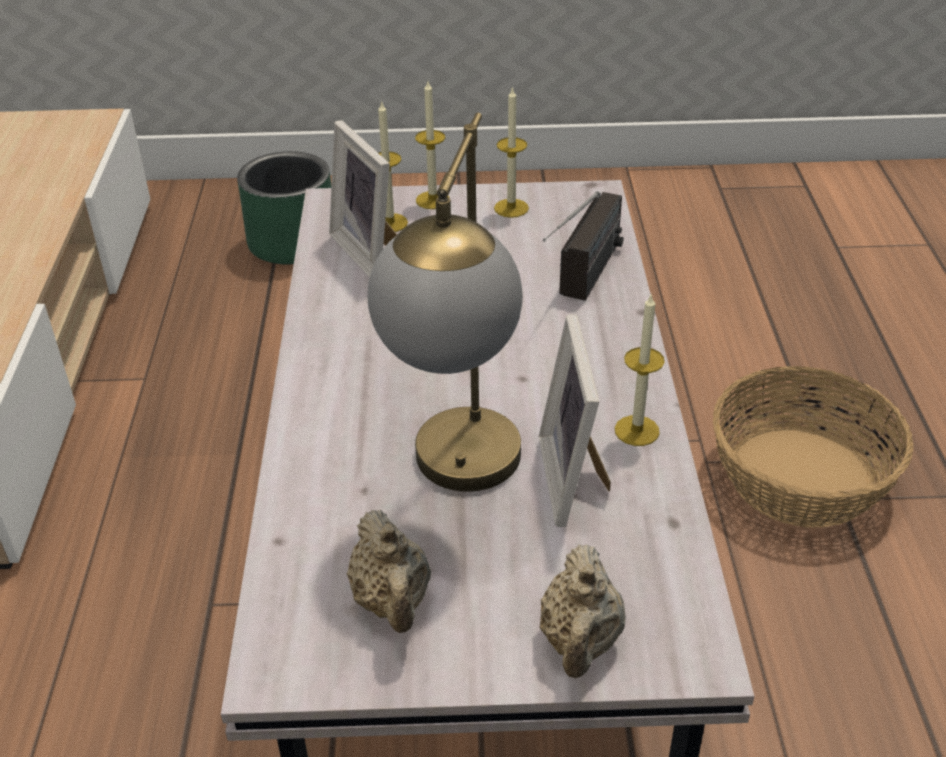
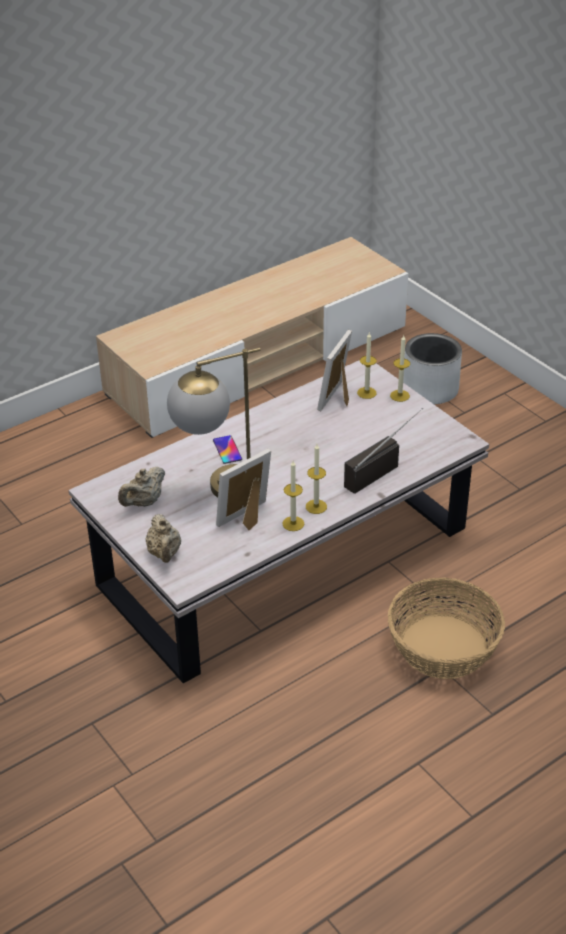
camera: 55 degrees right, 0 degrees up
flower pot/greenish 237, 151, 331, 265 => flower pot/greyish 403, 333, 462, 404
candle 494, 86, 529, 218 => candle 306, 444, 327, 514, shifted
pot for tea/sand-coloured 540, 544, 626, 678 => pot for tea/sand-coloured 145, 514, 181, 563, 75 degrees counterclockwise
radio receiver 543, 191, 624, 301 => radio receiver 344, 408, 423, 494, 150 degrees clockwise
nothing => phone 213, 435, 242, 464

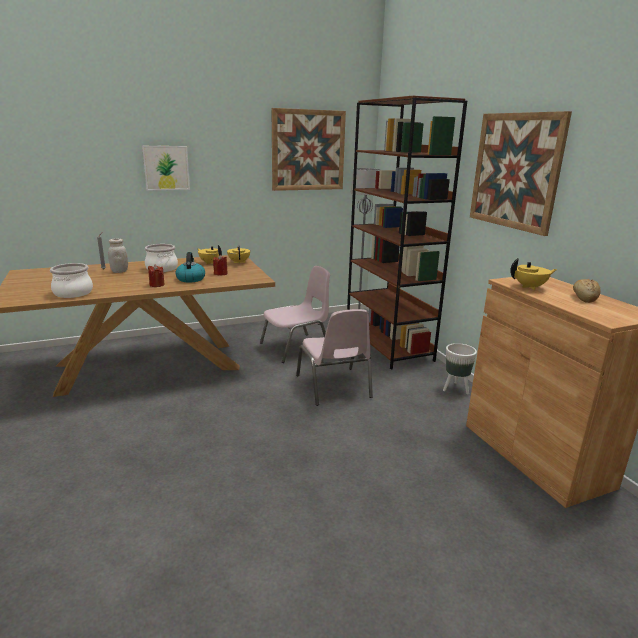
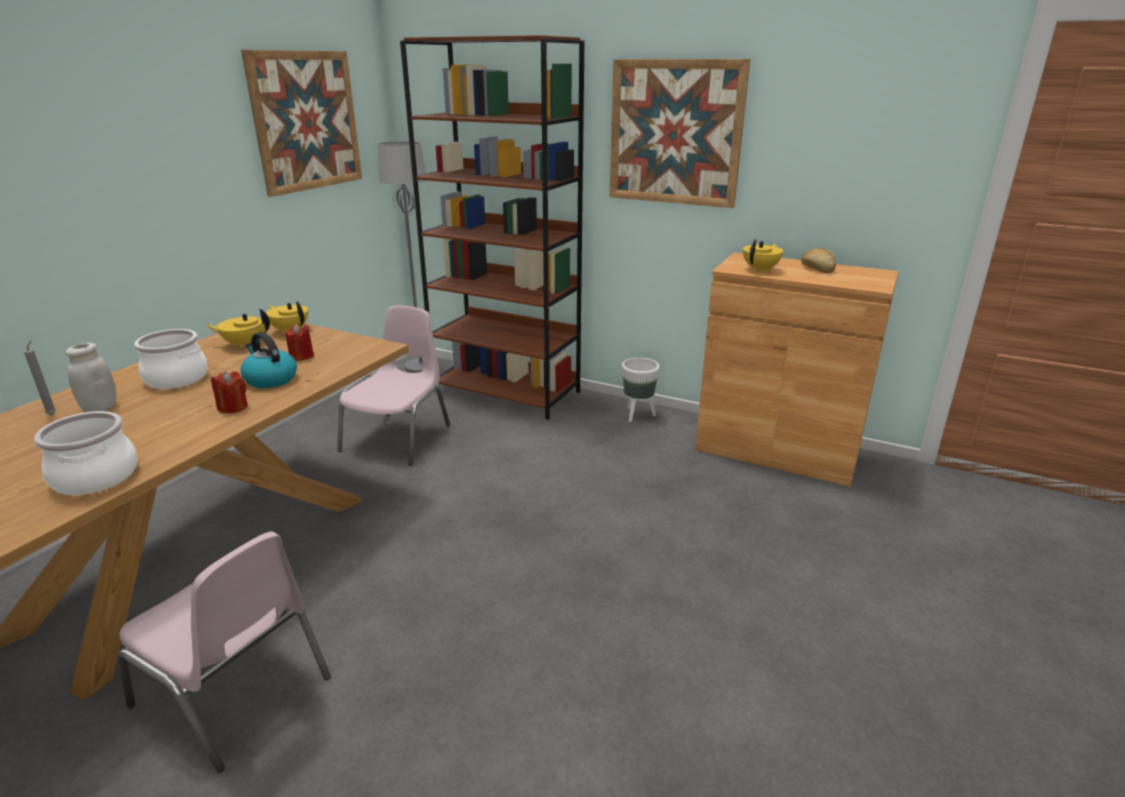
camera: 40 degrees left, 5 degrees up
wall art 142, 146, 190, 191 => nothing
plain chair/pinkish 296, 309, 373, 406 => plain chair/pinkish 117, 531, 331, 773, shifted

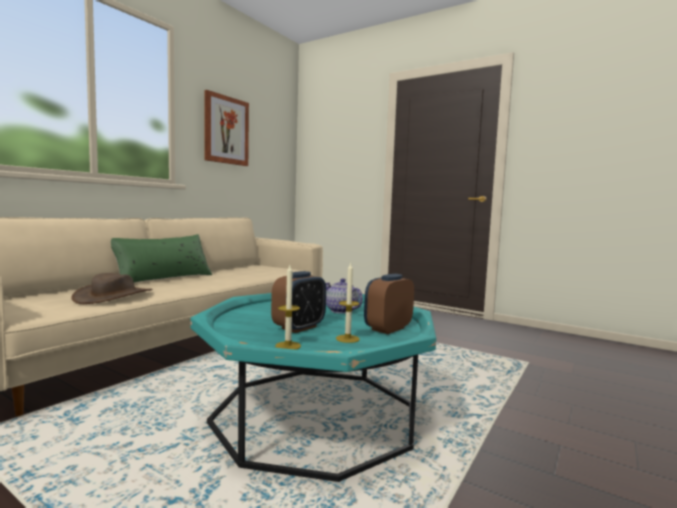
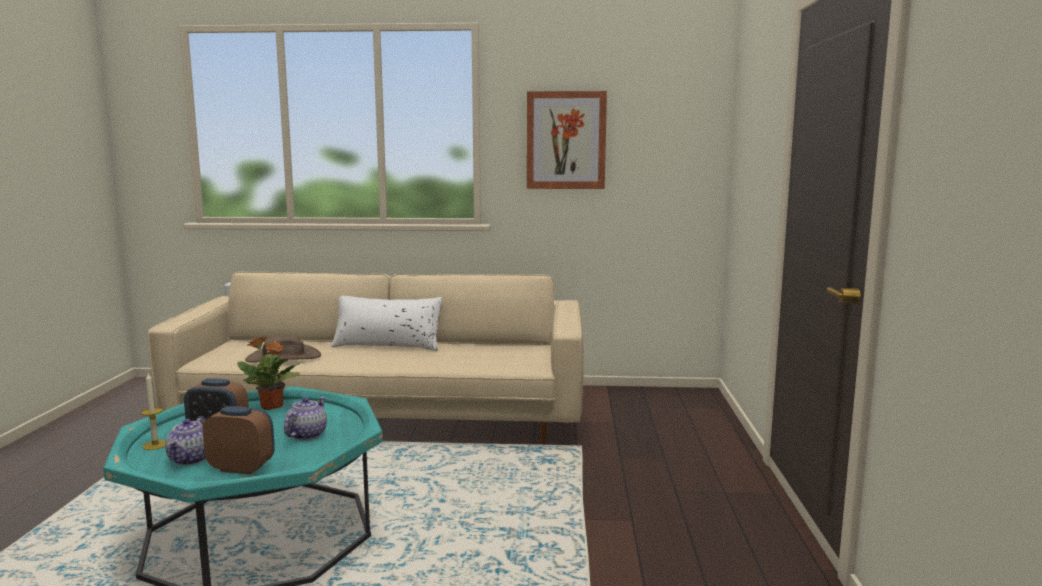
camera: 60 degrees right, 5 degrees up
cushion/greenish 111, 234, 212, 283 => cushion/whitish 331, 296, 442, 351
candle 336, 262, 360, 343 => pot for tea 165, 416, 206, 465
nothing => potted plant 237, 336, 302, 410

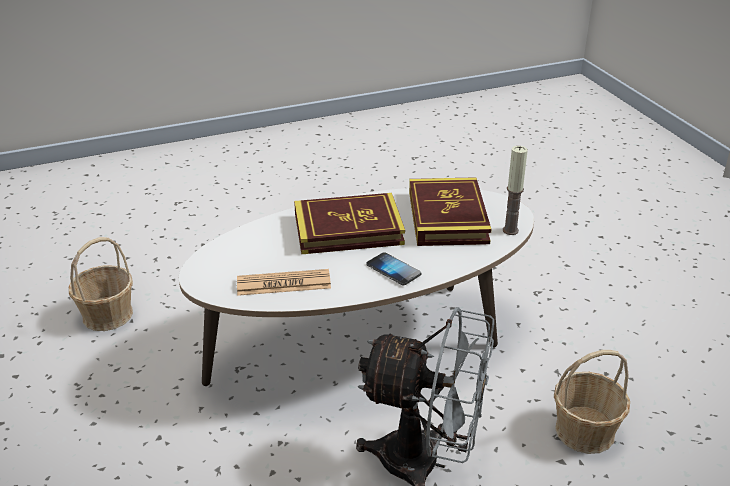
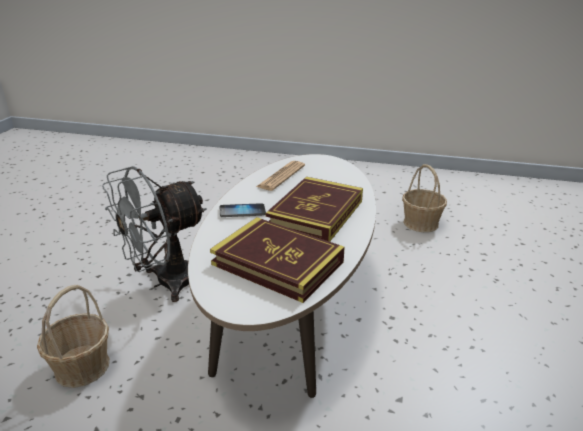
camera: 125 degrees right, 5 degrees down
candle 503, 146, 528, 235 => nothing

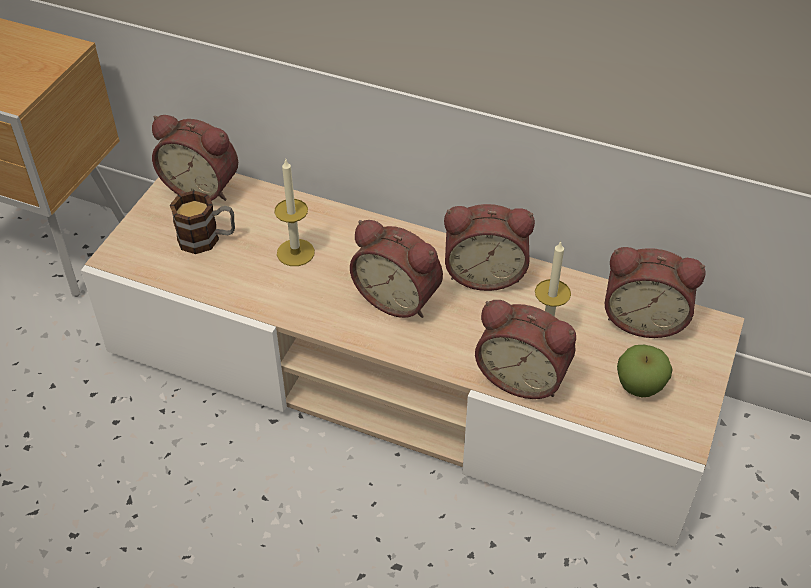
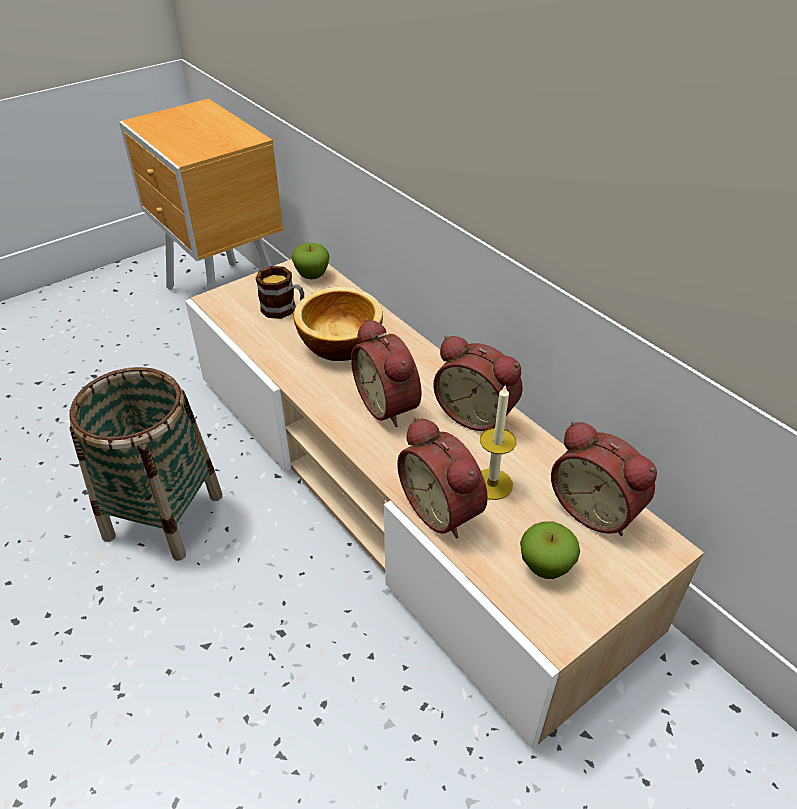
camera: 30 degrees right, 5 degrees down
alarm clock 152, 115, 238, 201 => apple fruit 292, 243, 330, 279
candle 274, 158, 315, 266 => deep dish 294, 287, 383, 361
nothing => household basket 69, 367, 222, 561

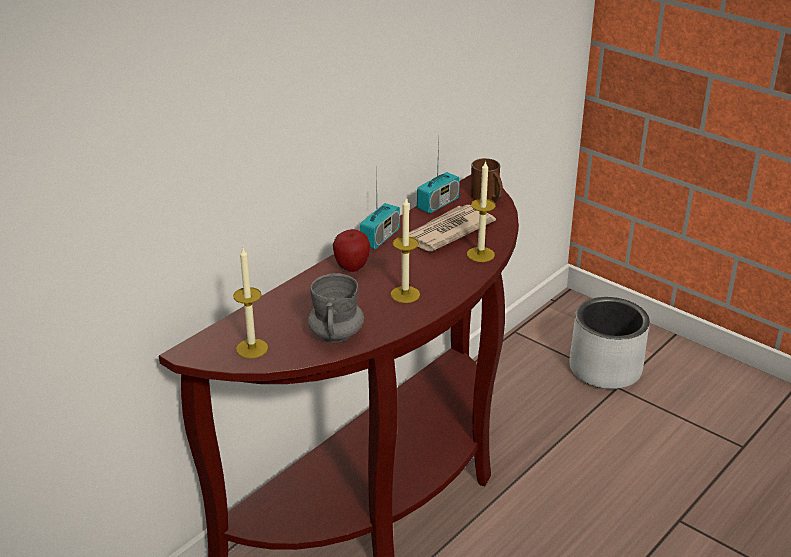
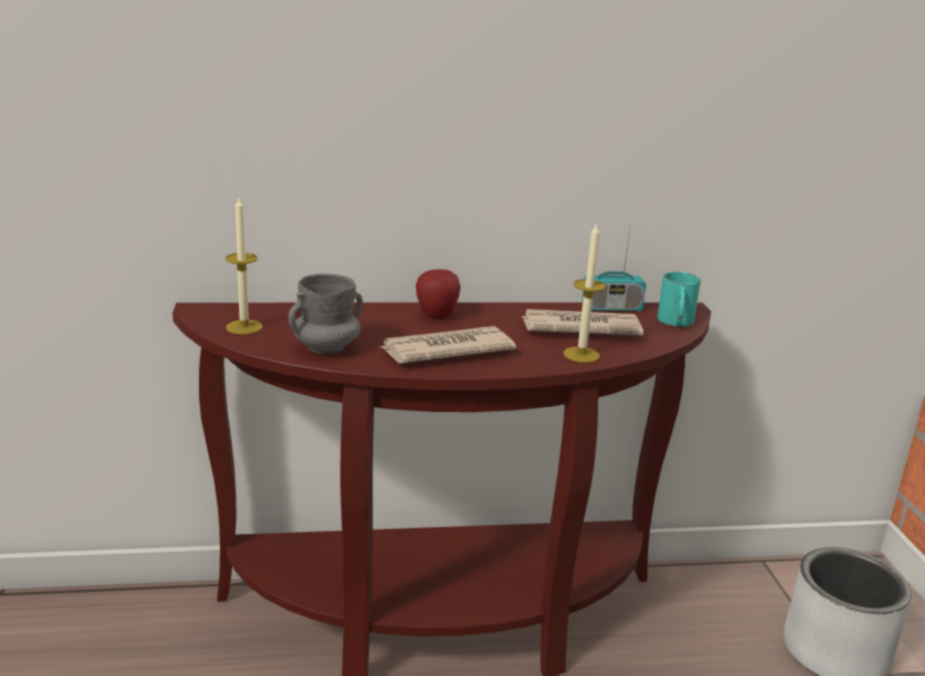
camera: 40 degrees right, 10 degrees down
radio receiver 360, 166, 400, 249 => nothing
candle 391, 198, 420, 303 => daily paper 380, 326, 516, 363
mug/brownish 470, 158, 503, 201 => mug/blue-green 657, 272, 701, 326

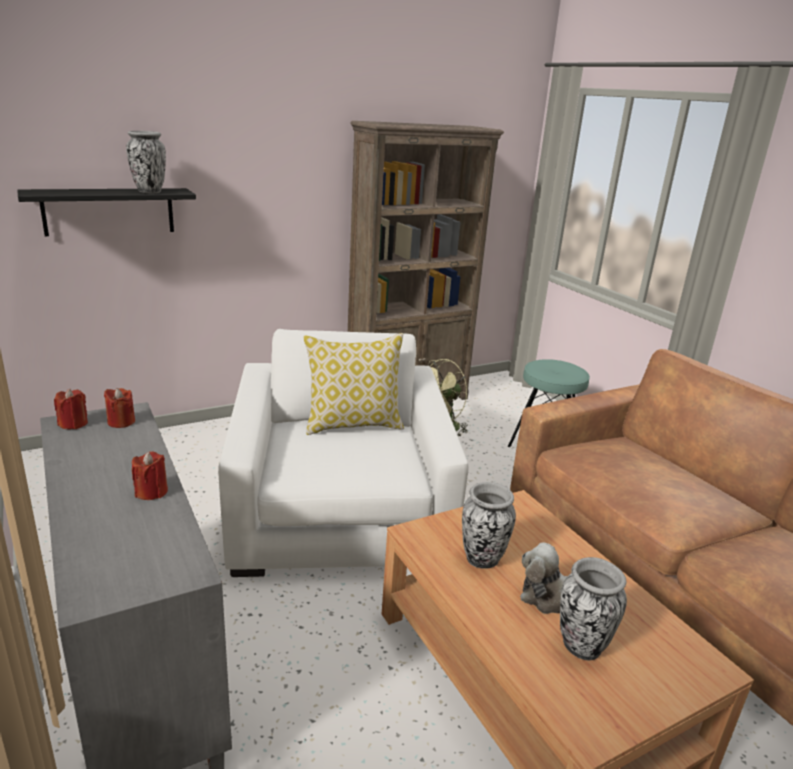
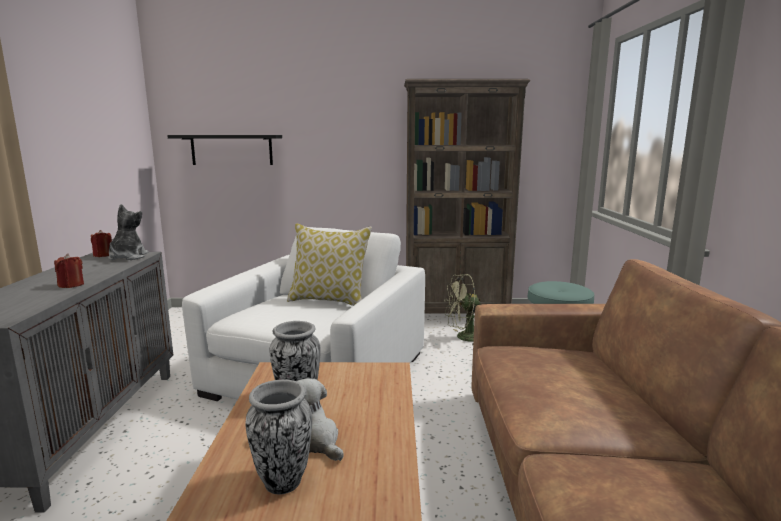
camera: 30 degrees right, 10 degrees down
candle/red-coloured 104, 388, 135, 428 => cuddly toy 108, 204, 148, 260
decorative vase 126, 131, 166, 193 => nothing

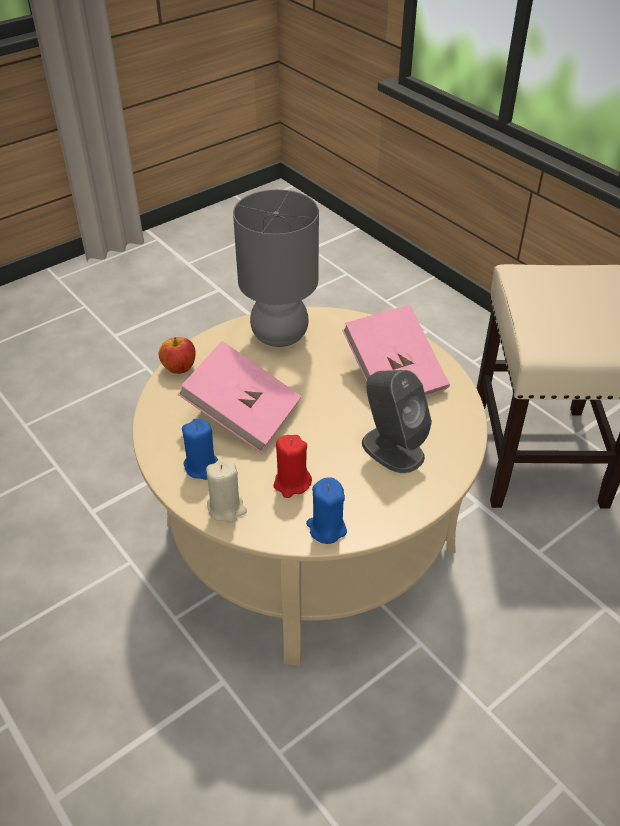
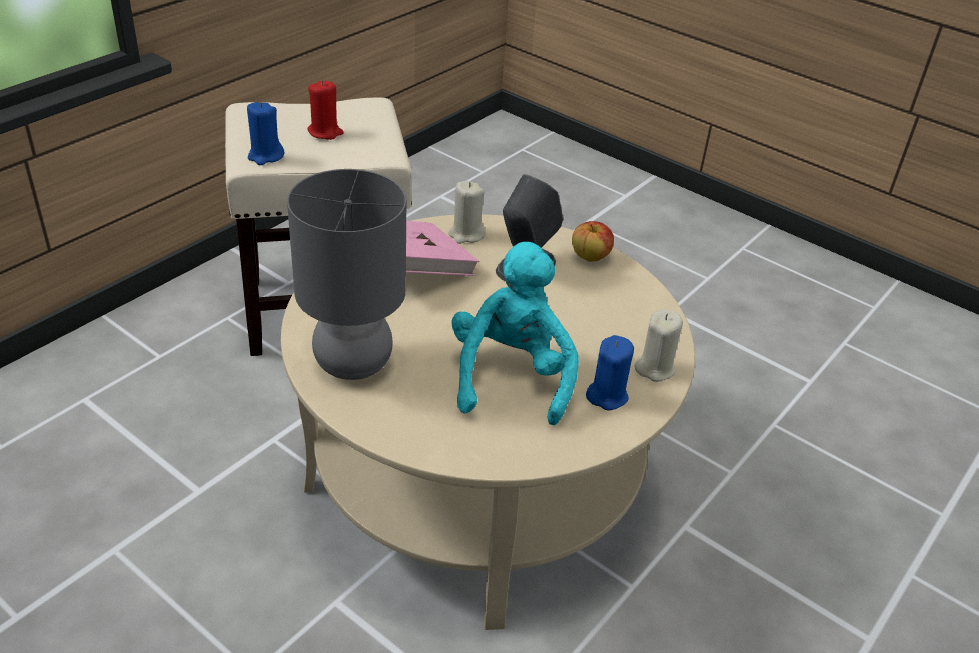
camera: 105 degrees left, 5 degrees down
apple fruit 159, 337, 196, 374 => apple fruit 572, 221, 614, 262, shifted
book/pinkish 178, 341, 301, 453 => cuddly toy/blue-green 451, 242, 579, 425
candle/red-coloured 274, 435, 312, 498 => candle/red-coloured 308, 80, 344, 140, shifted
candle/blue-coloured 306, 477, 347, 544 => candle/blue-coloured 247, 102, 284, 165, shifted
nothing => candle/sand-coloured 448, 181, 486, 244

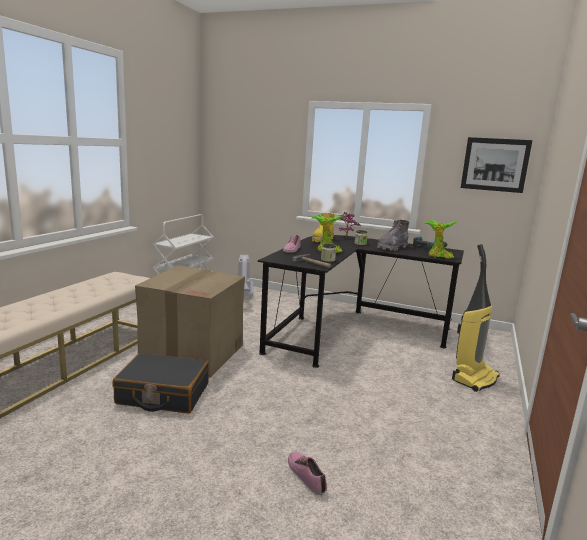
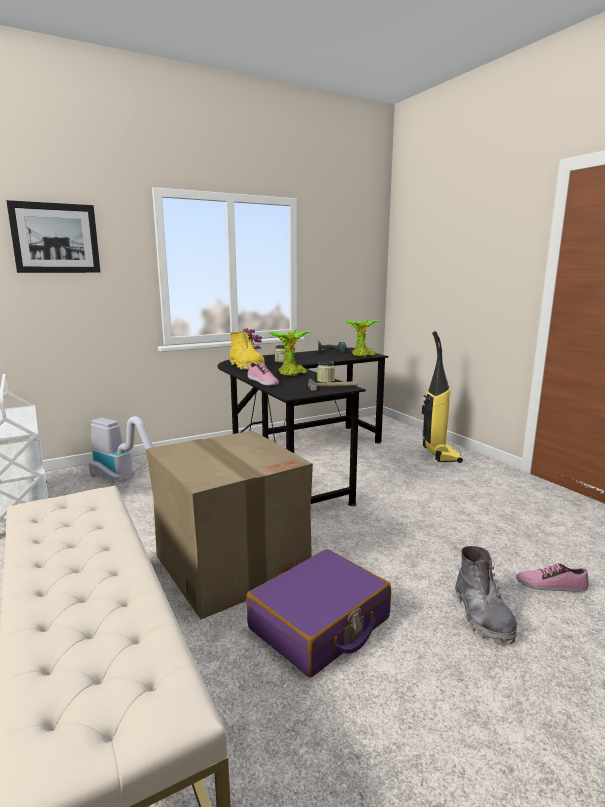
camera: 50 degrees left, 0 degrees up
suitcase/black-coloured 112, 353, 209, 413 => suitcase/purple 246, 549, 391, 677
high-top boot/greyish 377, 220, 409, 251 => high-top boot/greyish 455, 546, 517, 644, shifted
wall art 461, 137, 532, 193 => wall art 6, 200, 101, 273, shifted

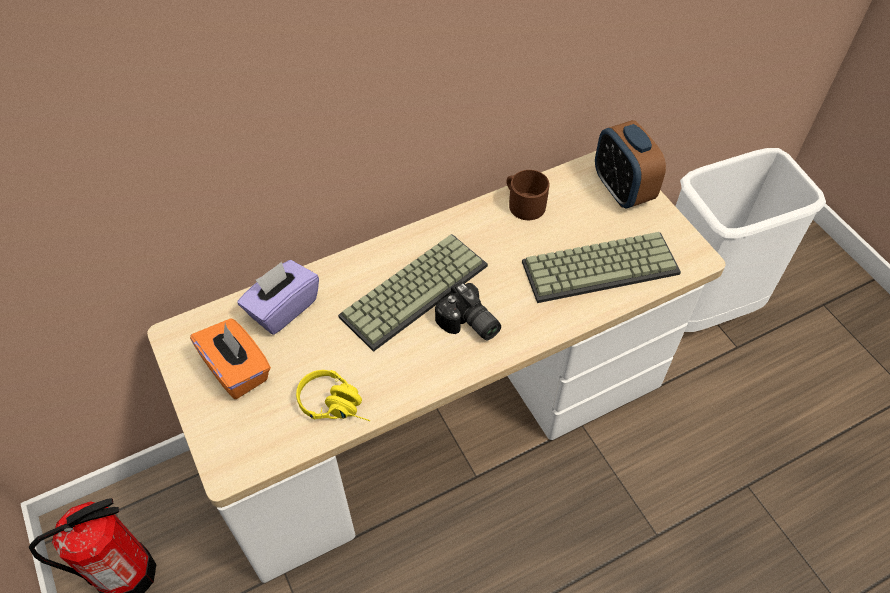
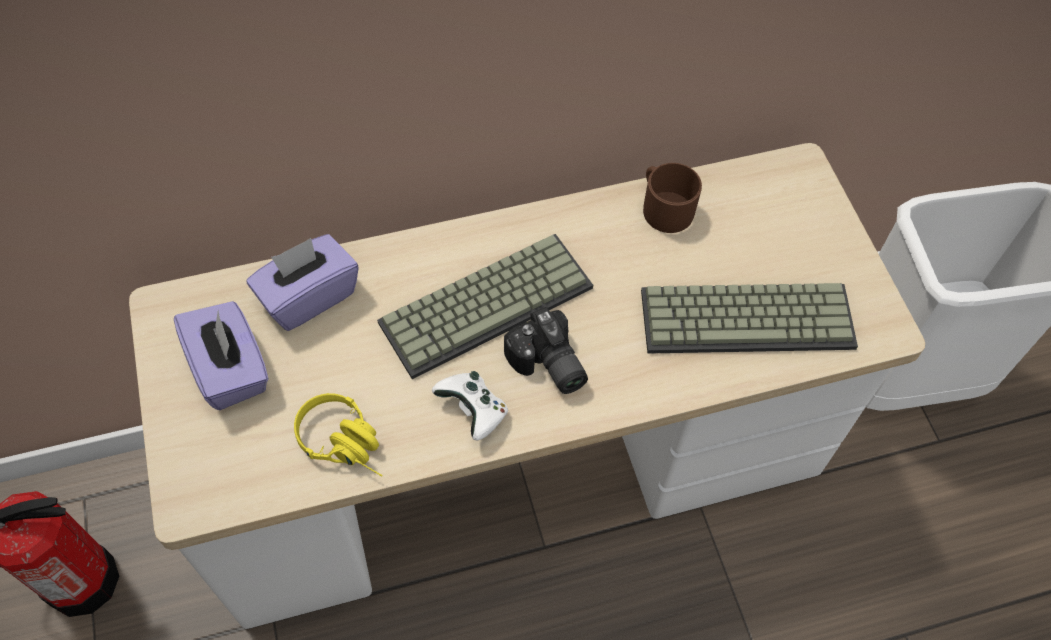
camera: 10 degrees right, 5 degrees up
tissue holder/orangey 190, 318, 271, 399 => tissue holder/purple 174, 301, 269, 410
alarm clock 595, 120, 666, 209 => nothing
nothing => game controller/whitish 432, 371, 508, 440

